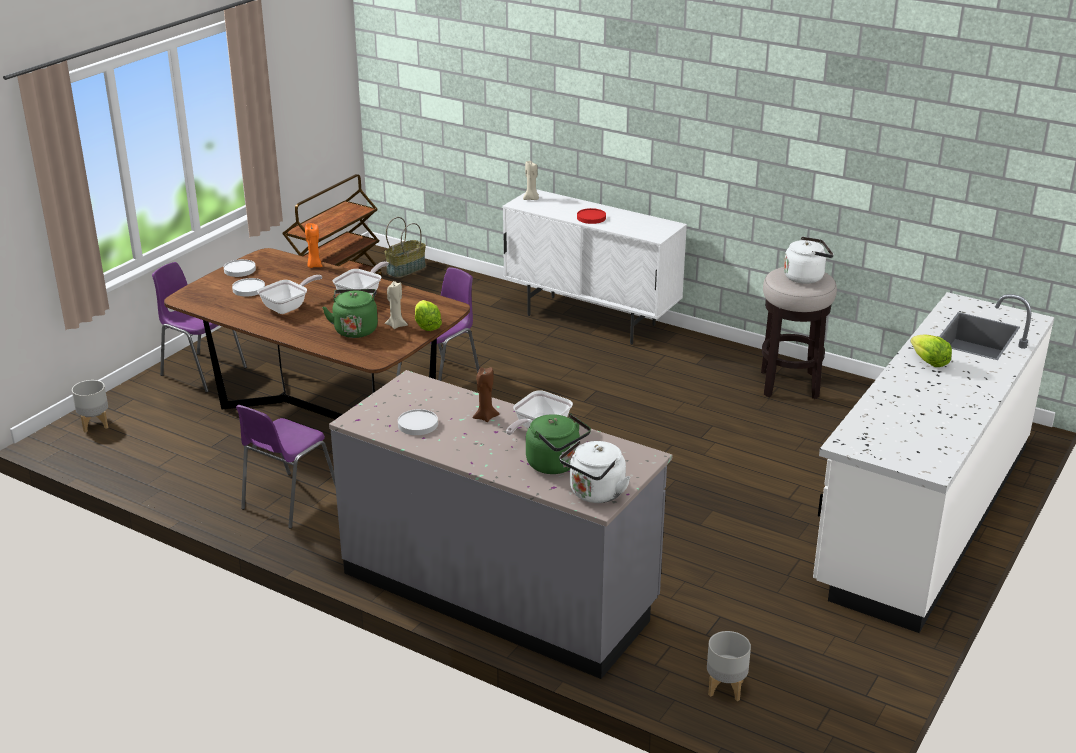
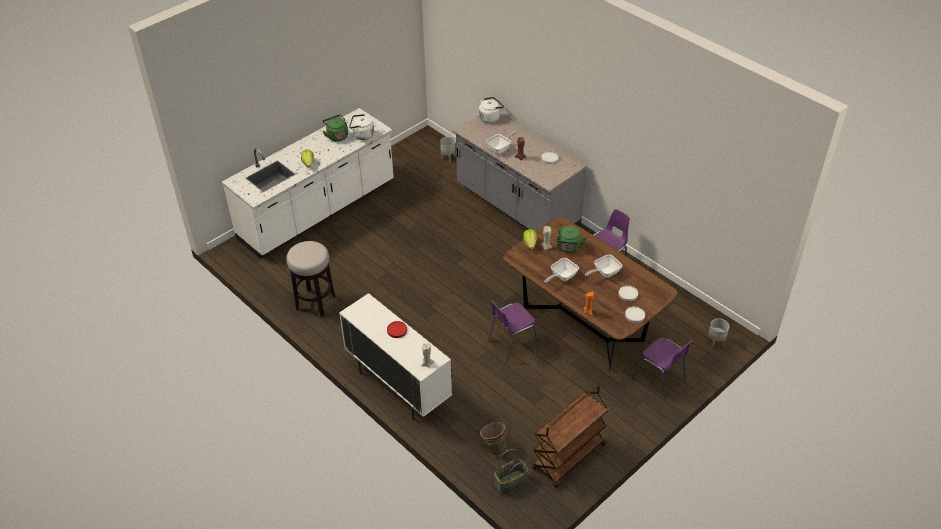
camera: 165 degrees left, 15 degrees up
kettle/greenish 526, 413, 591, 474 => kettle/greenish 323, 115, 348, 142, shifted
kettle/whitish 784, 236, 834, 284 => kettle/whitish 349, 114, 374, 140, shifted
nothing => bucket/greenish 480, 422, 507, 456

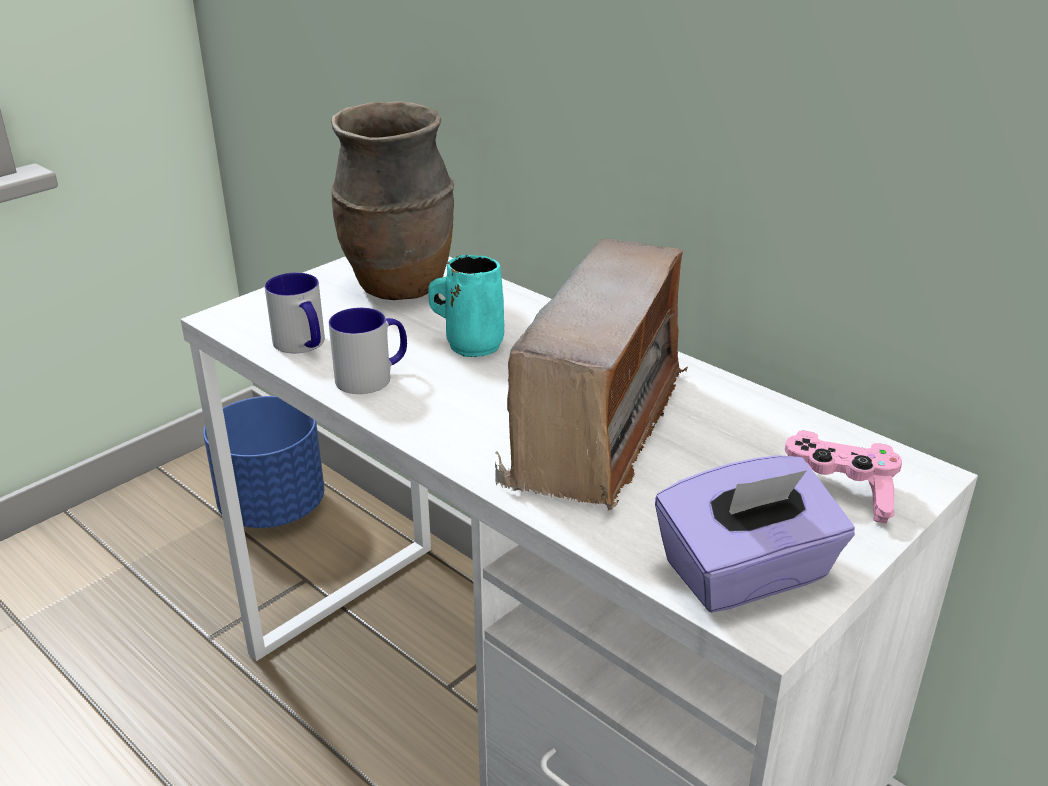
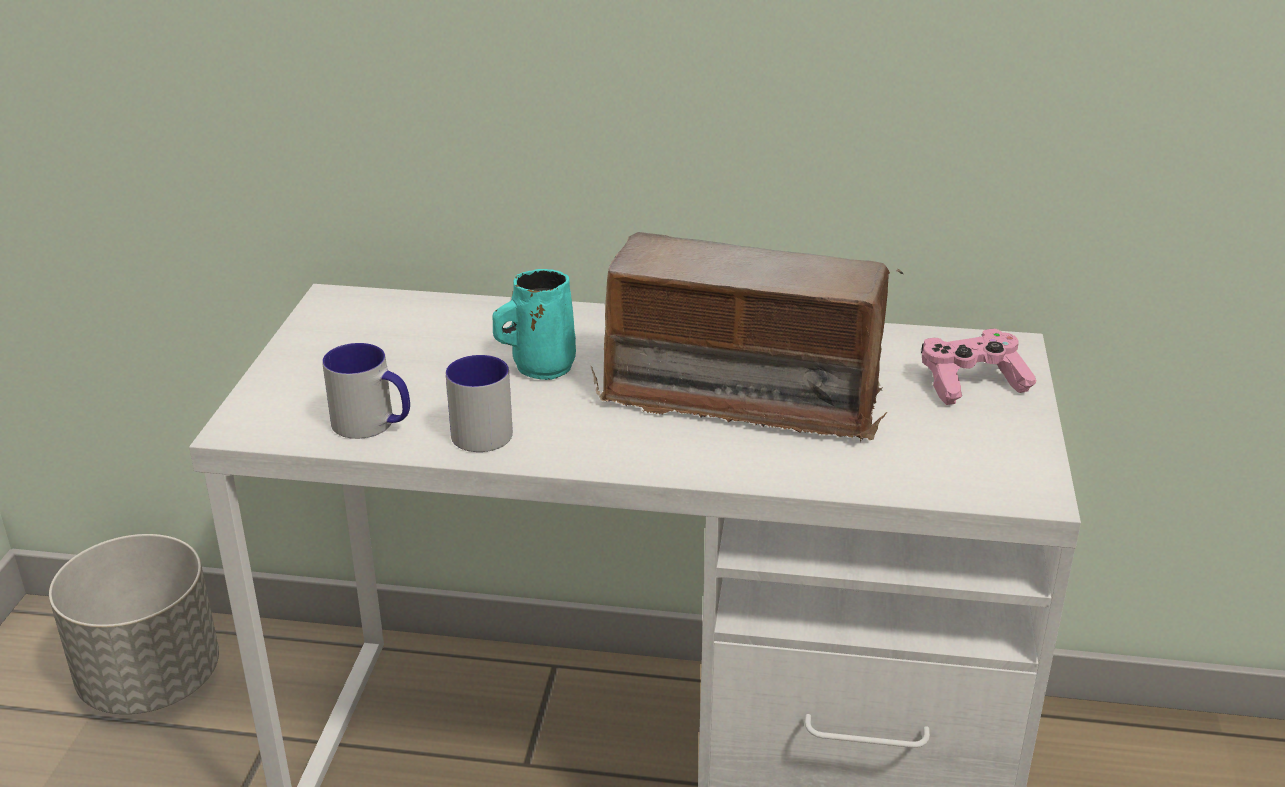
camera: 35 degrees left, 0 degrees up
flower pot/blue-coloured 203, 396, 324, 528 => flower pot/greyish 49, 534, 219, 714
decorative vase/brownish 331, 101, 454, 300 => nothing
radio receiver 495, 239, 688, 511 => radio receiver 591, 232, 903, 442, 120 degrees clockwise
tissue holder/purple 655, 455, 855, 613 => nothing

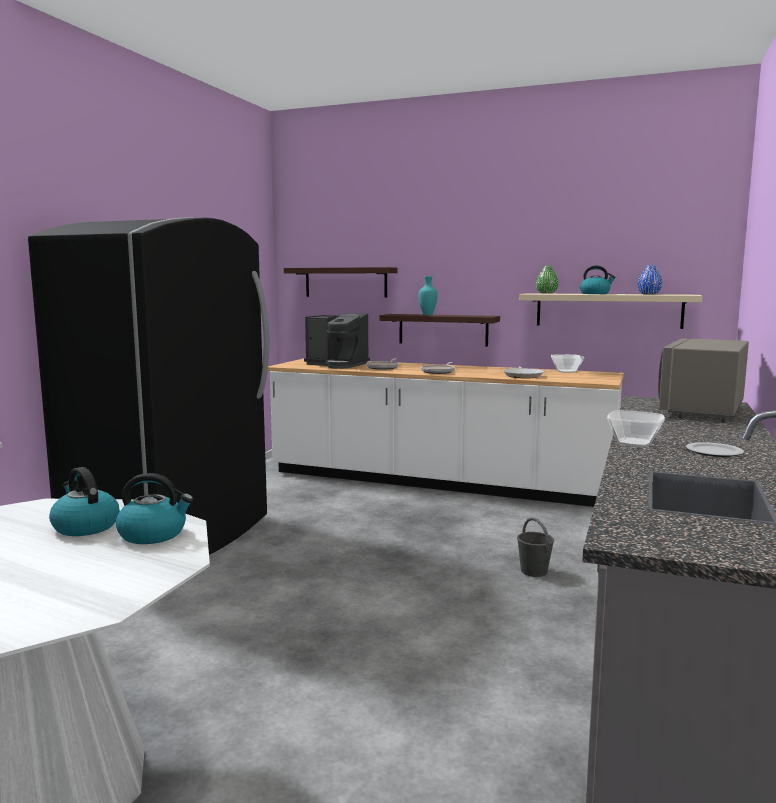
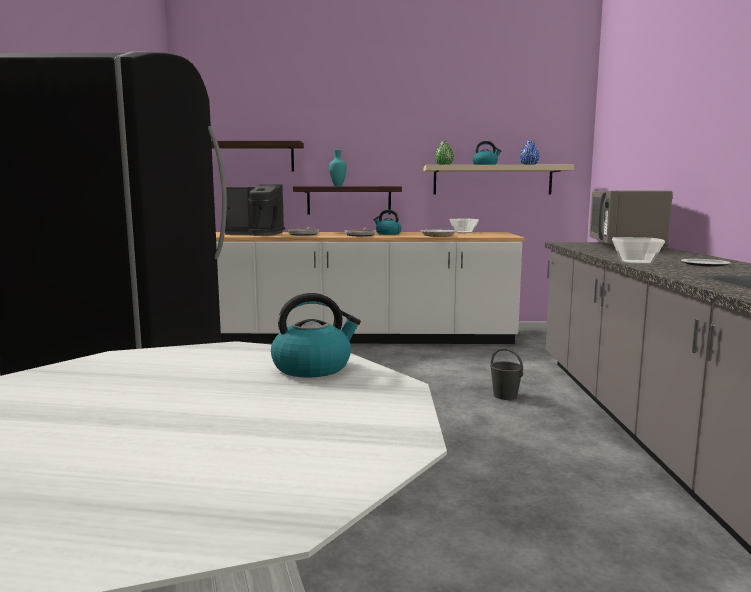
camera: 20 degrees left, 0 degrees up
kettle 49, 467, 119, 536 => kettle 373, 210, 401, 235, shifted

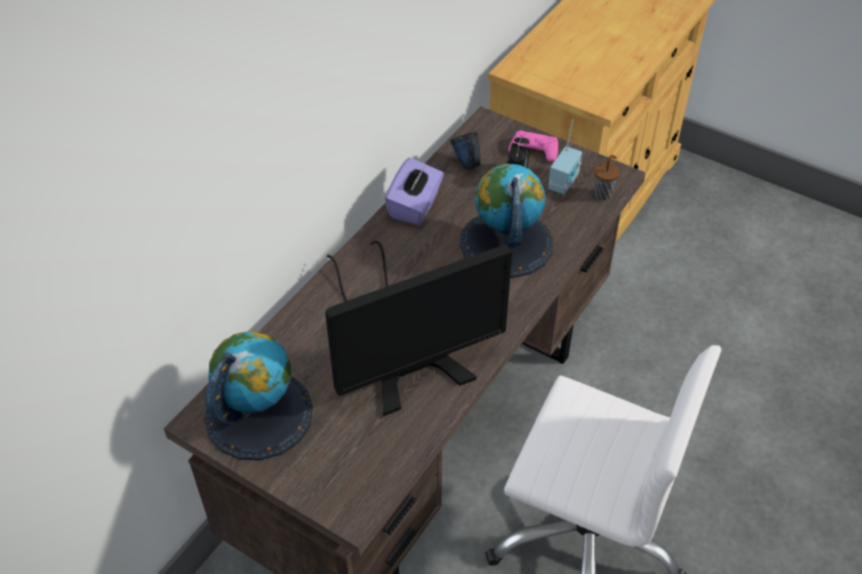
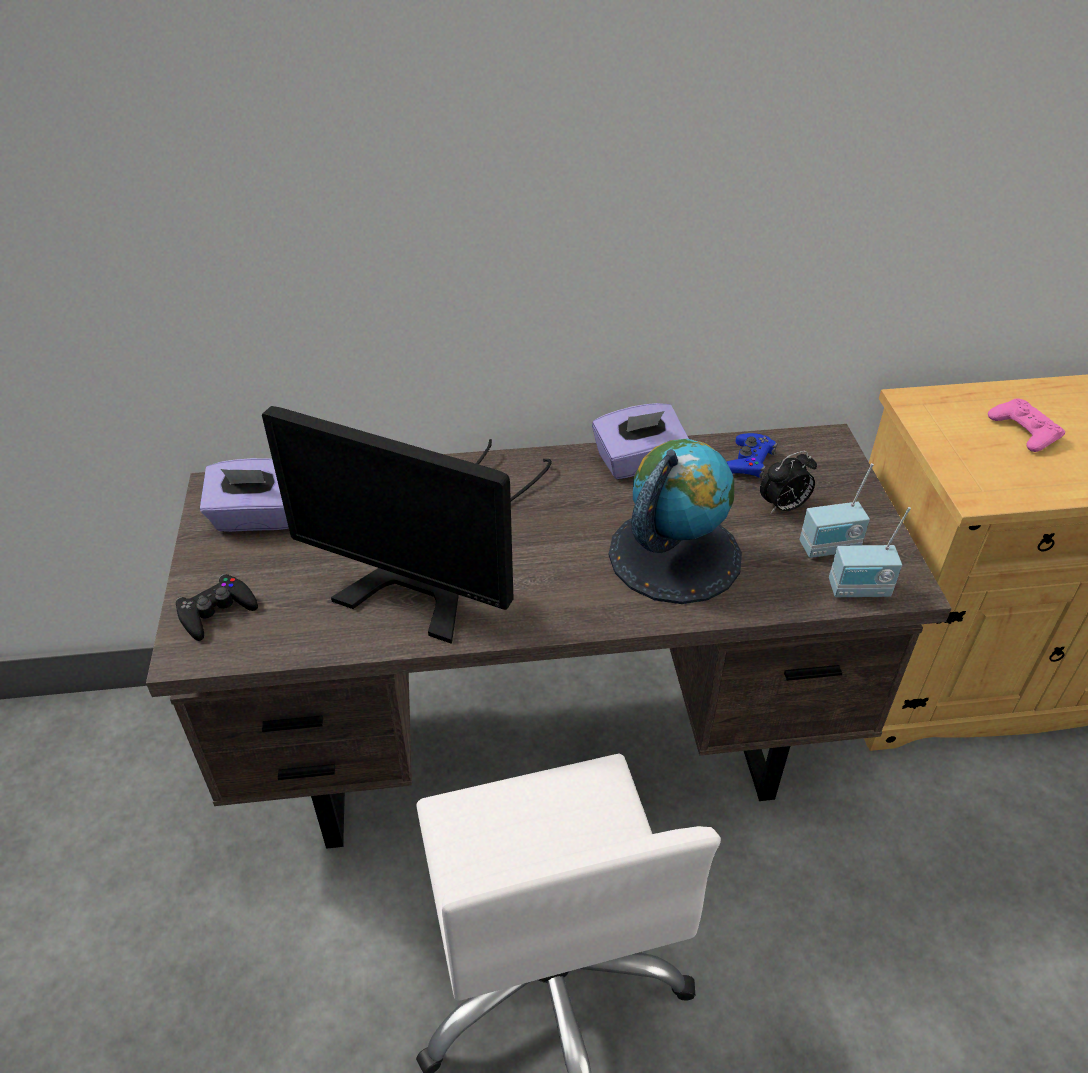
camera: 50 degrees right, 5 degrees down
world globe 204, 331, 313, 460 => tissue holder/purple 200, 458, 289, 532
mug/blue-coloured 450, 132, 481, 170 => game controller/blue-coloured 727, 433, 778, 478
game controller/pinkish 508, 131, 558, 162 => game controller/pinkish 988, 398, 1065, 452, shifted
drinking cup/brownish 595, 155, 619, 200 => radio receiver 829, 507, 911, 597
nothing => game controller/black-coloured 176, 574, 258, 641

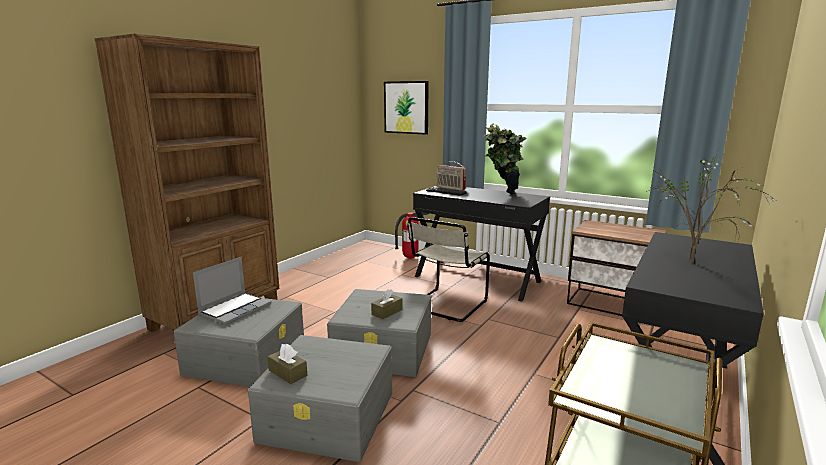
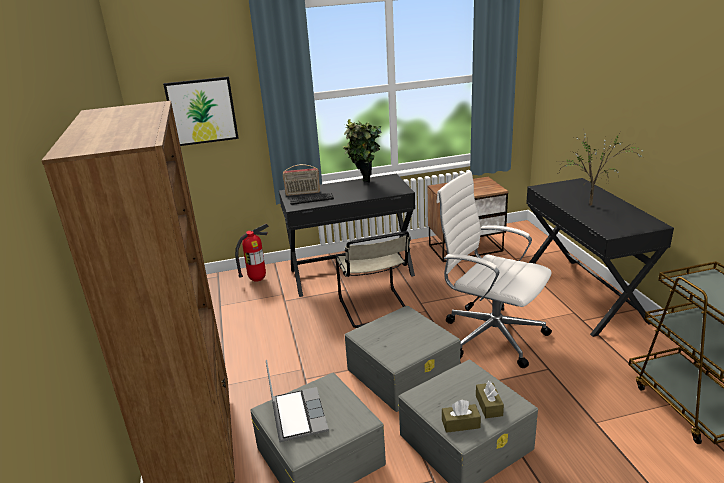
camera: 45 degrees left, 10 degrees up
tissue holder/brownish 371, 289, 403, 319 => tissue holder/brownish 476, 381, 504, 418, shifted
nothing => office chair/whitish 436, 171, 552, 368

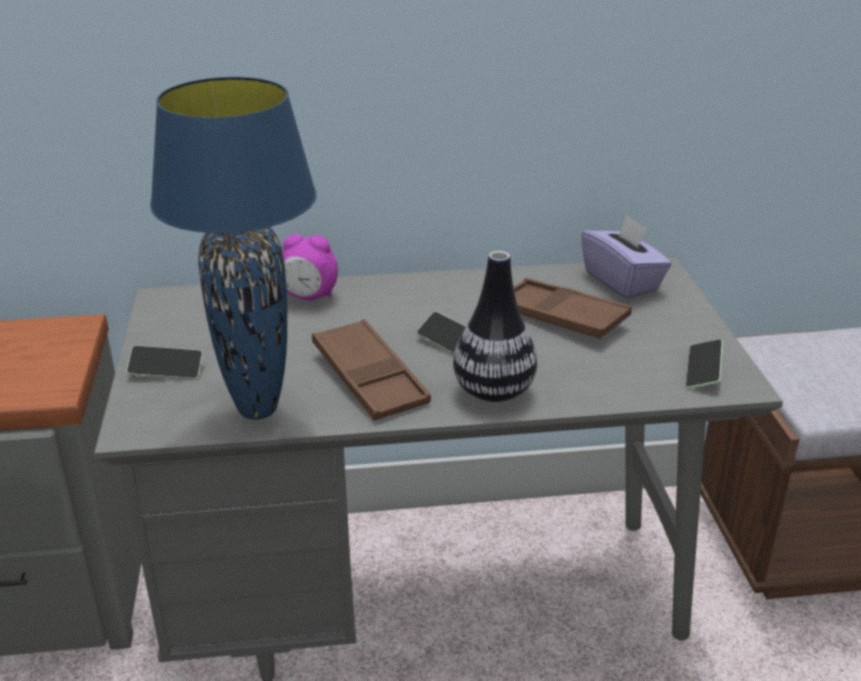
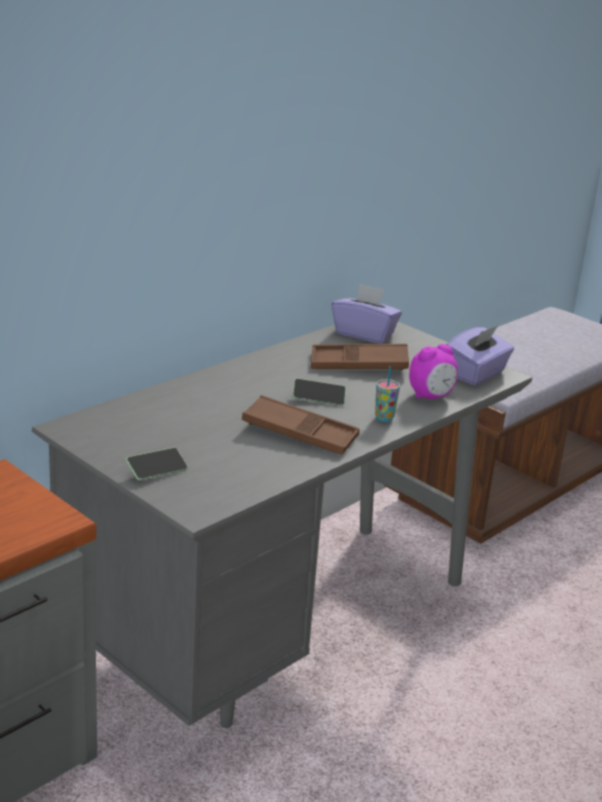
camera: 40 degrees left, 5 degrees down
lamp for a table/blue-coloured 150, 77, 317, 420 => nothing
alarm clock 283, 234, 338, 300 => alarm clock 409, 344, 458, 399, shifted
decorative vase 453, 251, 537, 402 => drinking cup 375, 366, 400, 422
phone 685, 339, 723, 389 => tissue holder/purple 447, 325, 514, 385

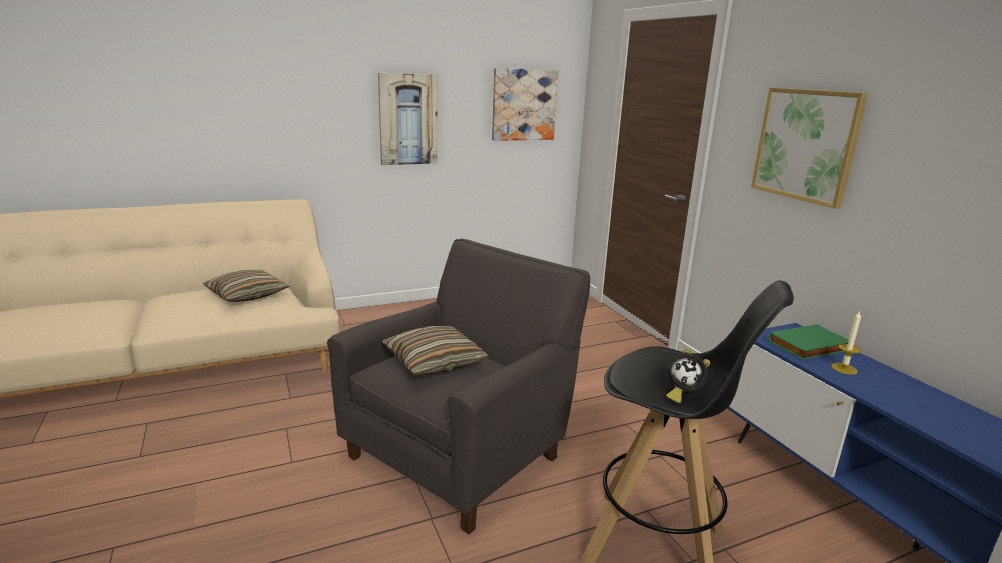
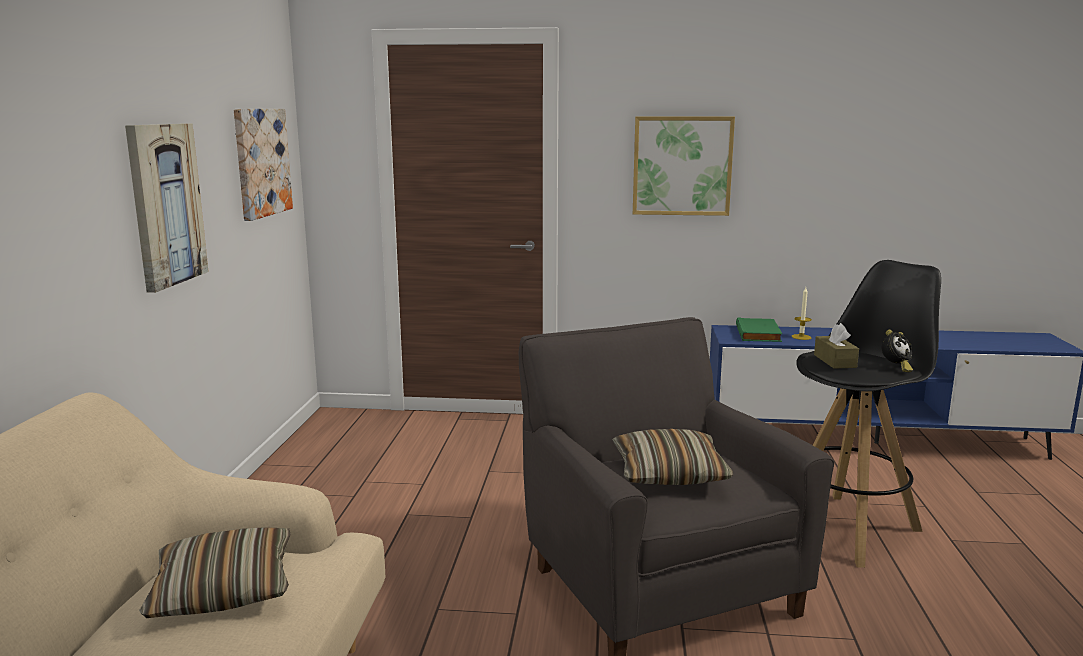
camera: 60 degrees left, 5 degrees down
nothing => tissue holder/brownish 814, 323, 859, 369

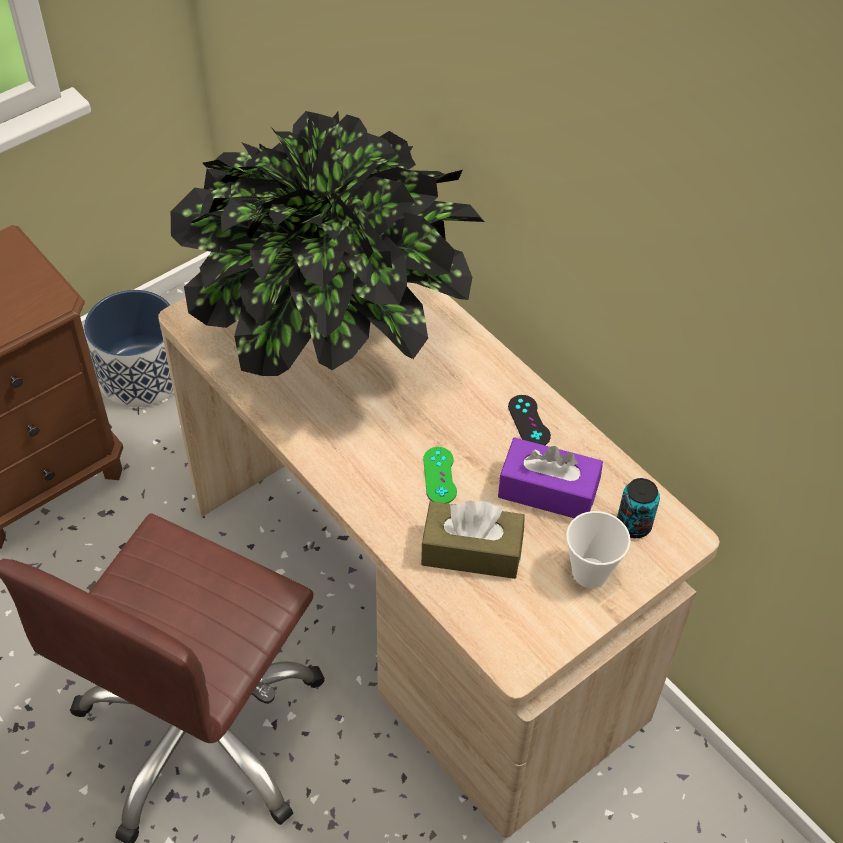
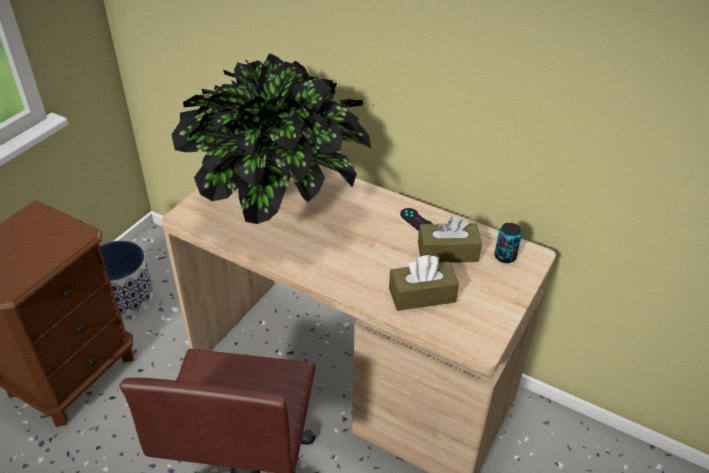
camera: 20 degrees left, 10 degrees down
game controller/greenish 423, 447, 457, 503 => nothing
tissue holder/purple 498, 437, 603, 518 => tissue holder/brownish 418, 216, 482, 263
drinking cup 566, 511, 631, 588 => nothing

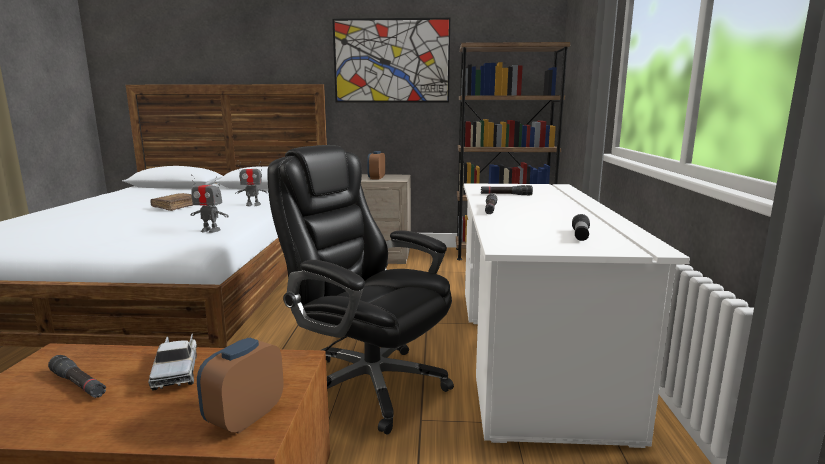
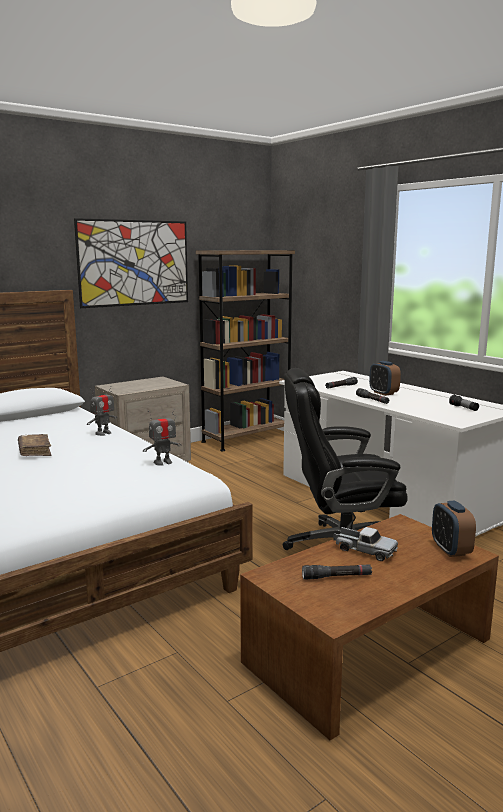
camera: 40 degrees left, 0 degrees up
alarm clock 367, 151, 385, 180 => alarm clock 369, 361, 401, 396, shifted

